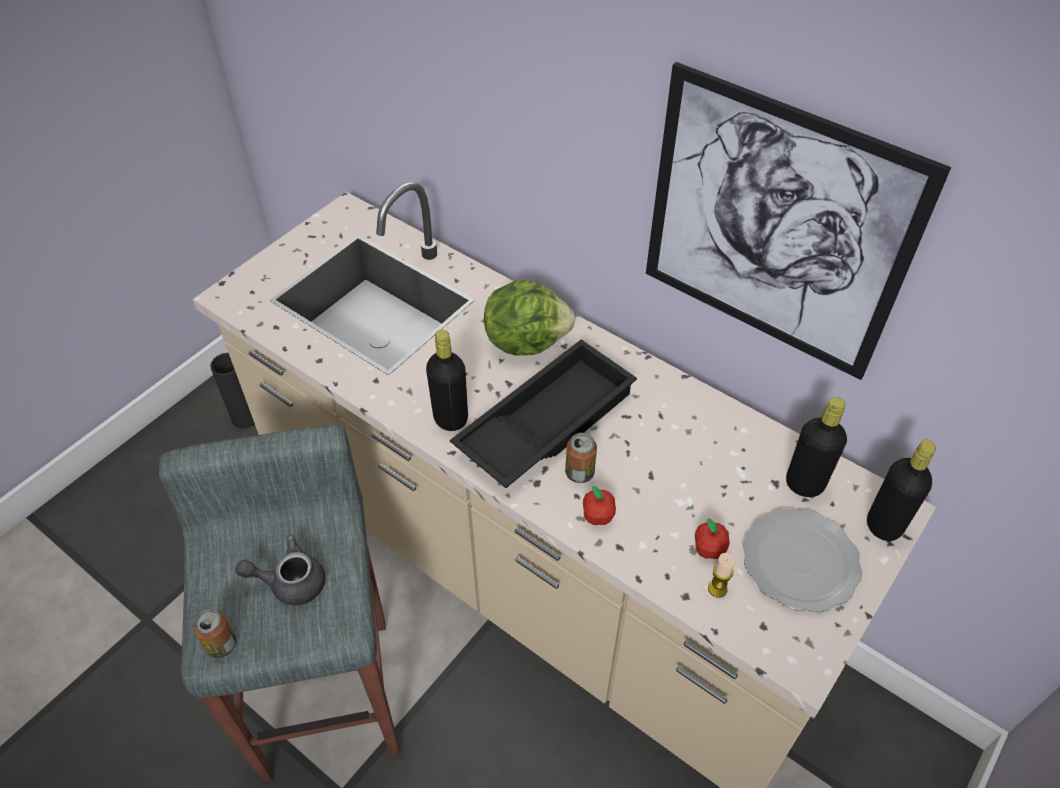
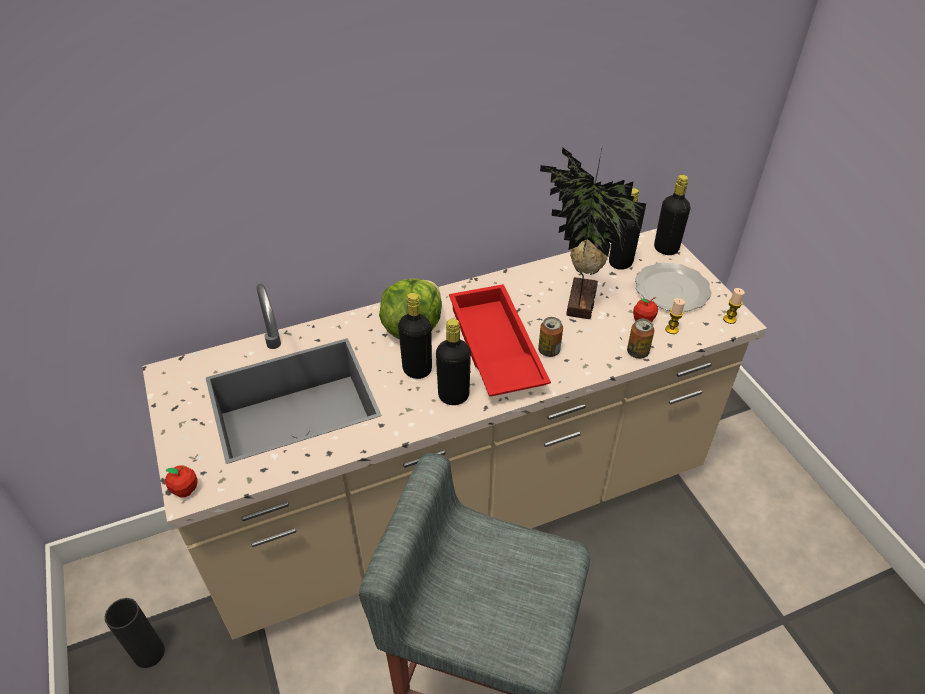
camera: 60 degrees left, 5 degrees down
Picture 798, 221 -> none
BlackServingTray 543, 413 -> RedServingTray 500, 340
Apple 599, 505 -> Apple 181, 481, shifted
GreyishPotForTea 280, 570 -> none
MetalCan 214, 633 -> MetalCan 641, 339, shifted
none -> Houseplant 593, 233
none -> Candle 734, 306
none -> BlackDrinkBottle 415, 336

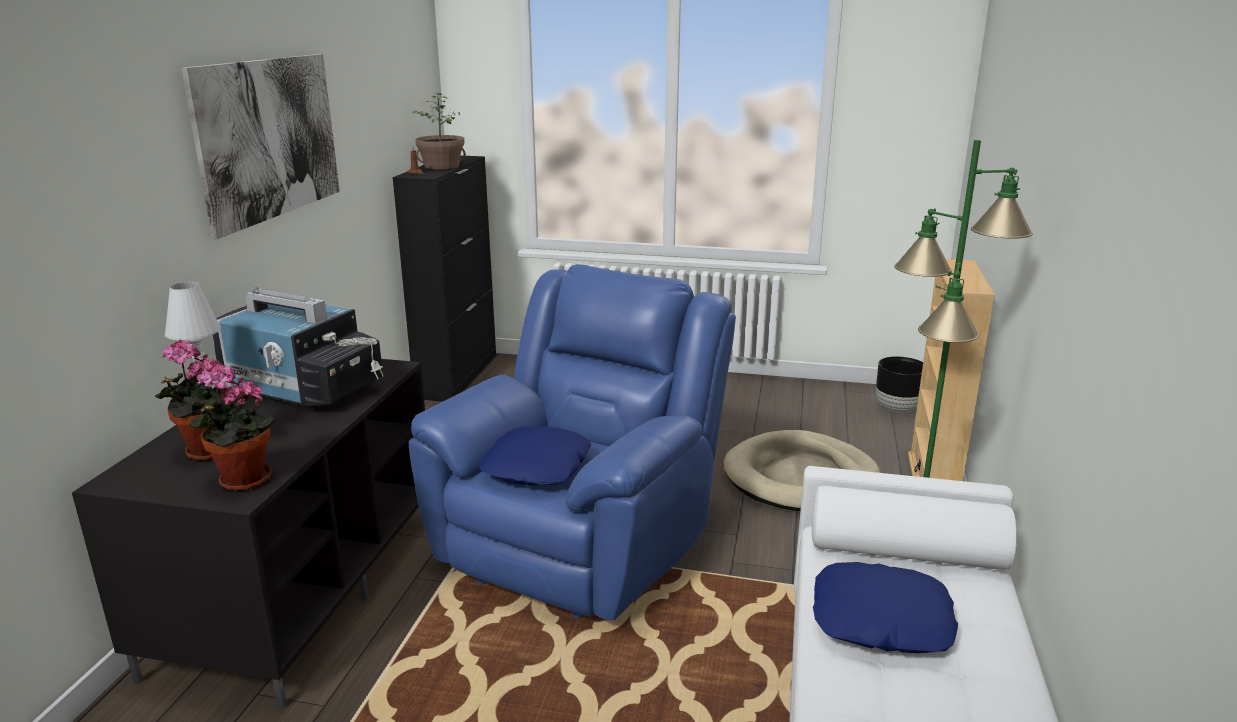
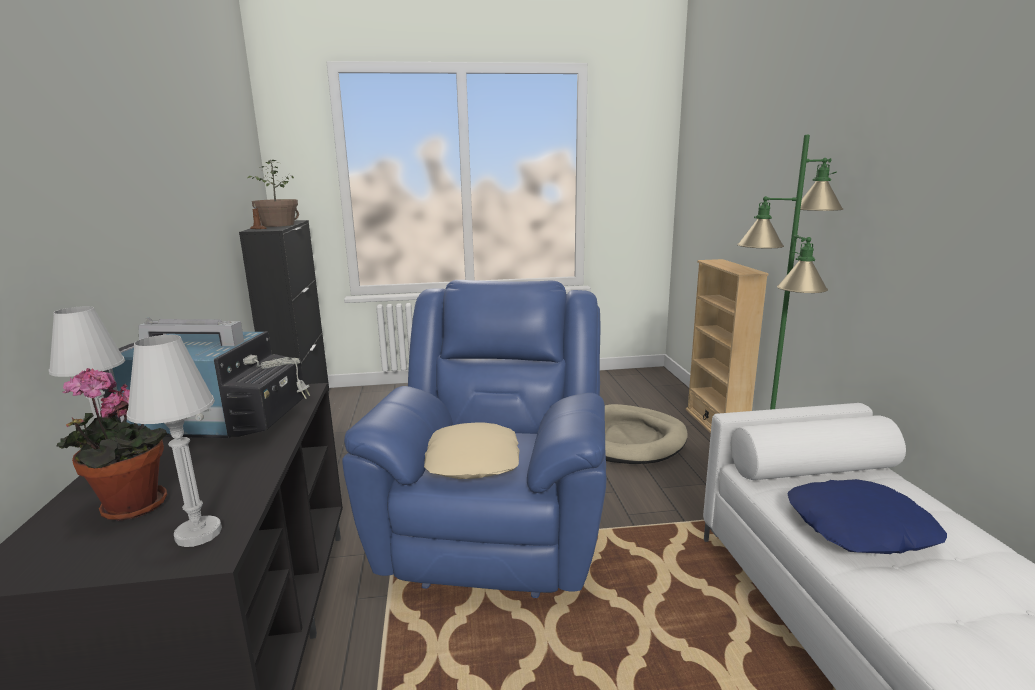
camera: 20 degrees left, 5 degrees down
Picture 260, 146 -> none
BlackPlantPot 899, 384 -> none
Houseplant 232, 427 -> WhiteColouredTabletopLamp 174, 441
BlueThrowPillow 535, 455 -> BeigeThrowPillow 472, 450

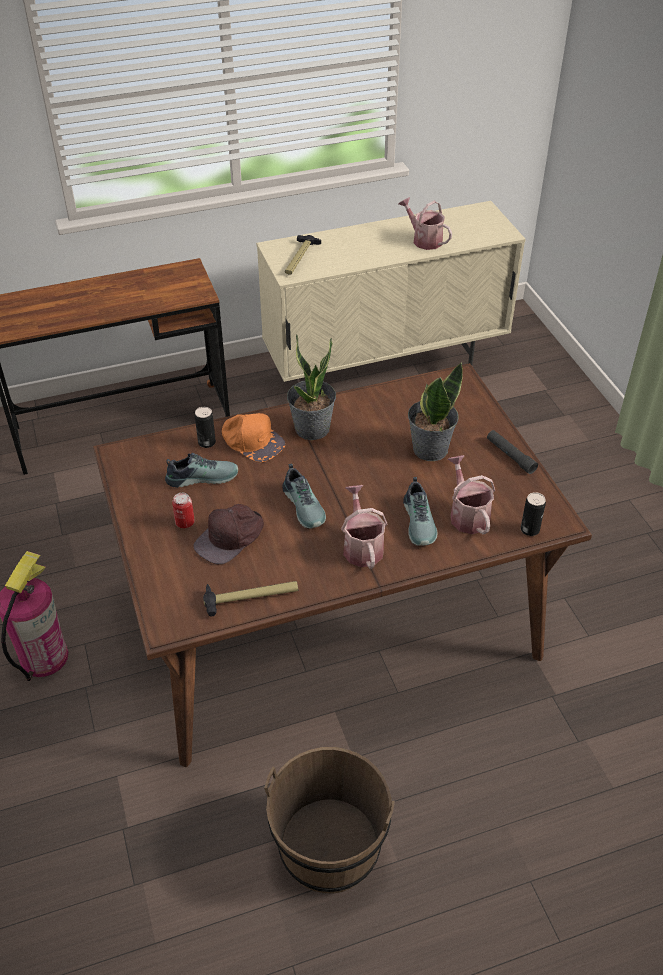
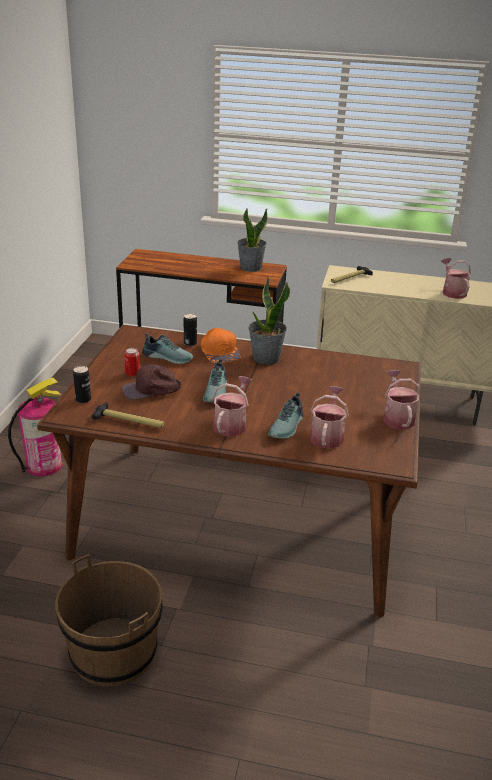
camera: 30 degrees right, 15 degrees down
Houseplant 435, 411 -> Houseplant 252, 240, shifted
BlackTorch 512, 452 -> SprinklingCan 402, 399
MetalCan 533, 514 -> MetalCan 82, 384, shifted

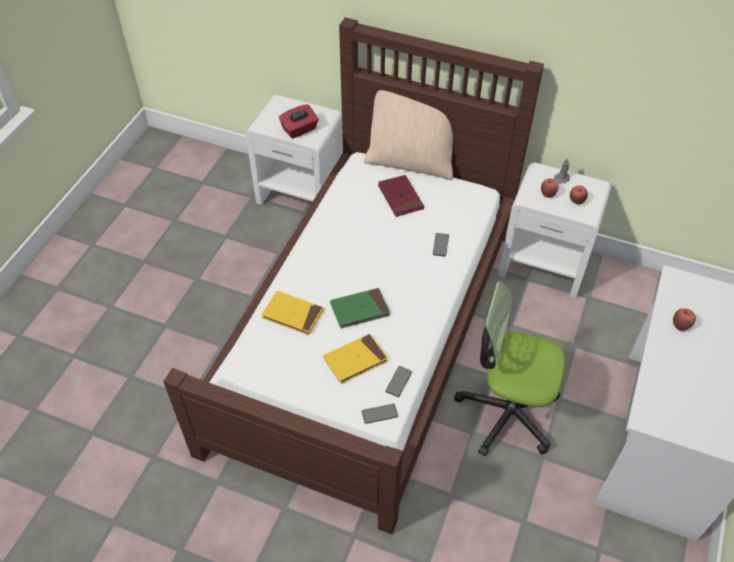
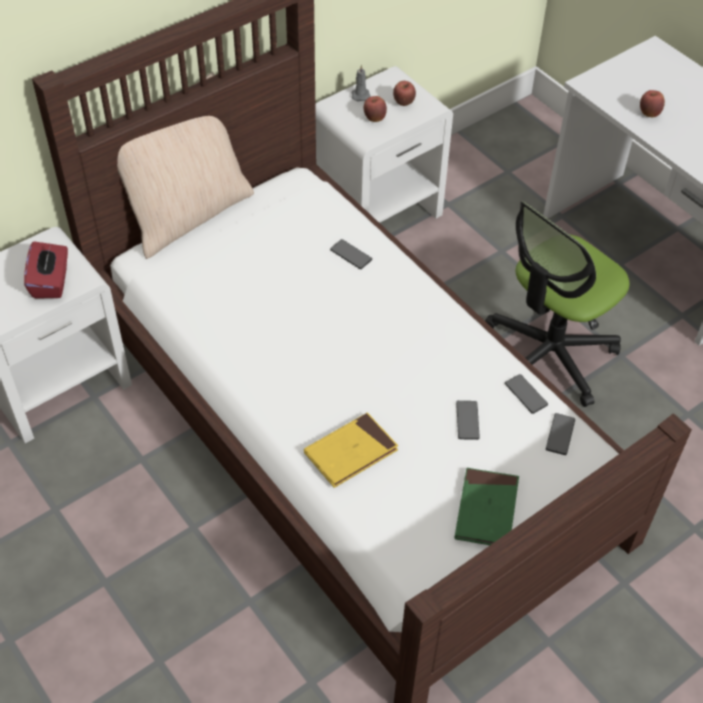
camera: 60 degrees left, 0 degrees up
RedBoundBook 401, 196 -> none
GreenishBoundBook 360, 308 -> GreenishBoundBook 487, 506, shifted
YellowBoundBook 355, 359 -> Handset 468, 420

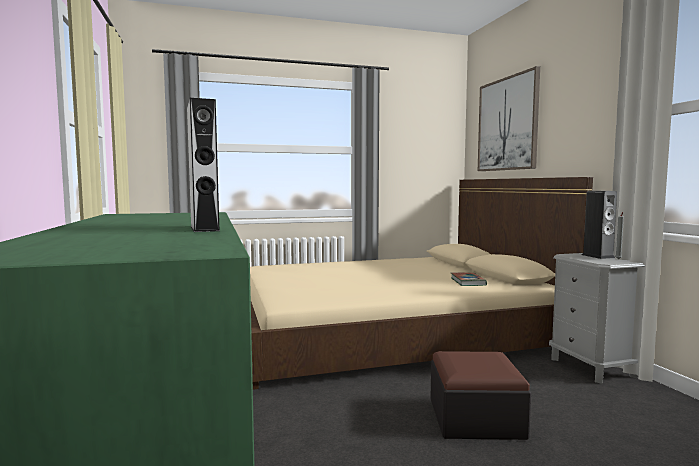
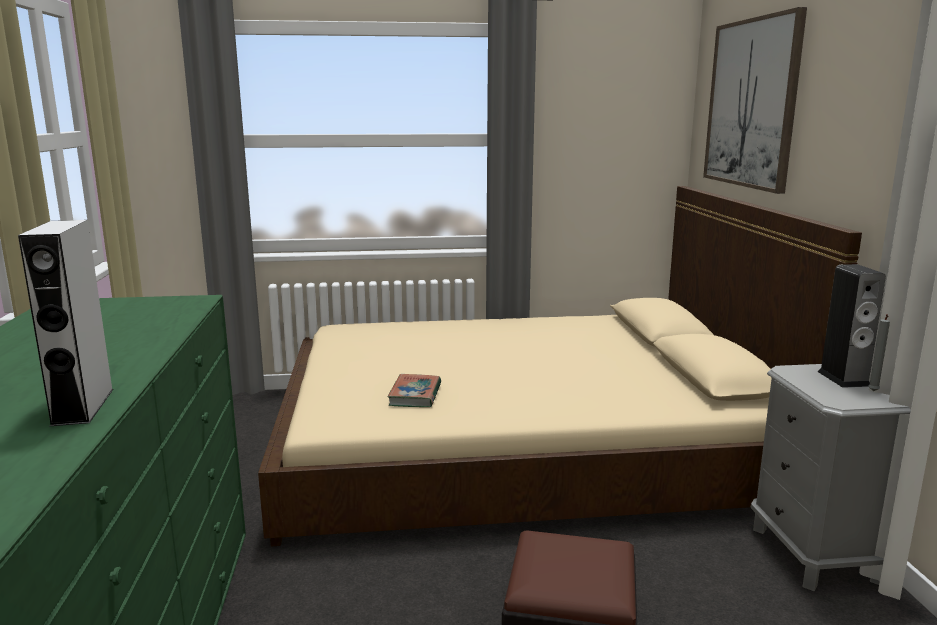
camera: 10 degrees right, 10 degrees up
BoundBook 469, 279 -> BoundBook 414, 390, shifted

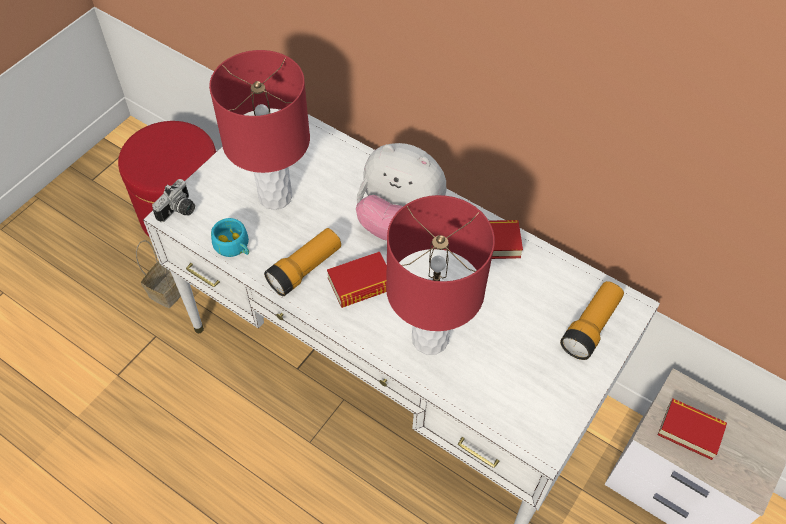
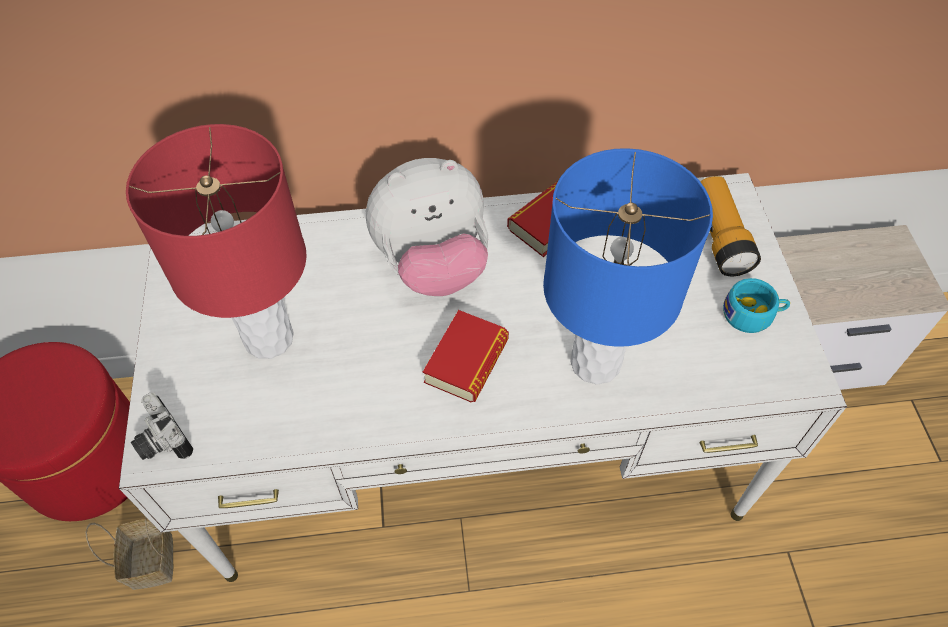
camera: 40 degrees left, 0 degrees up
PhotoCamera 173, 200 -> PhotoCamera 162, 426, 150 degrees clockwise
RedTabletopLamp 440, 275 -> BlueTabletopLamp 628, 266
TurquoiseCup 230, 237 -> TurquoiseCup 756, 305, shifted
Torch 302, 262 -> none
BoundBook 692, 429 -> none

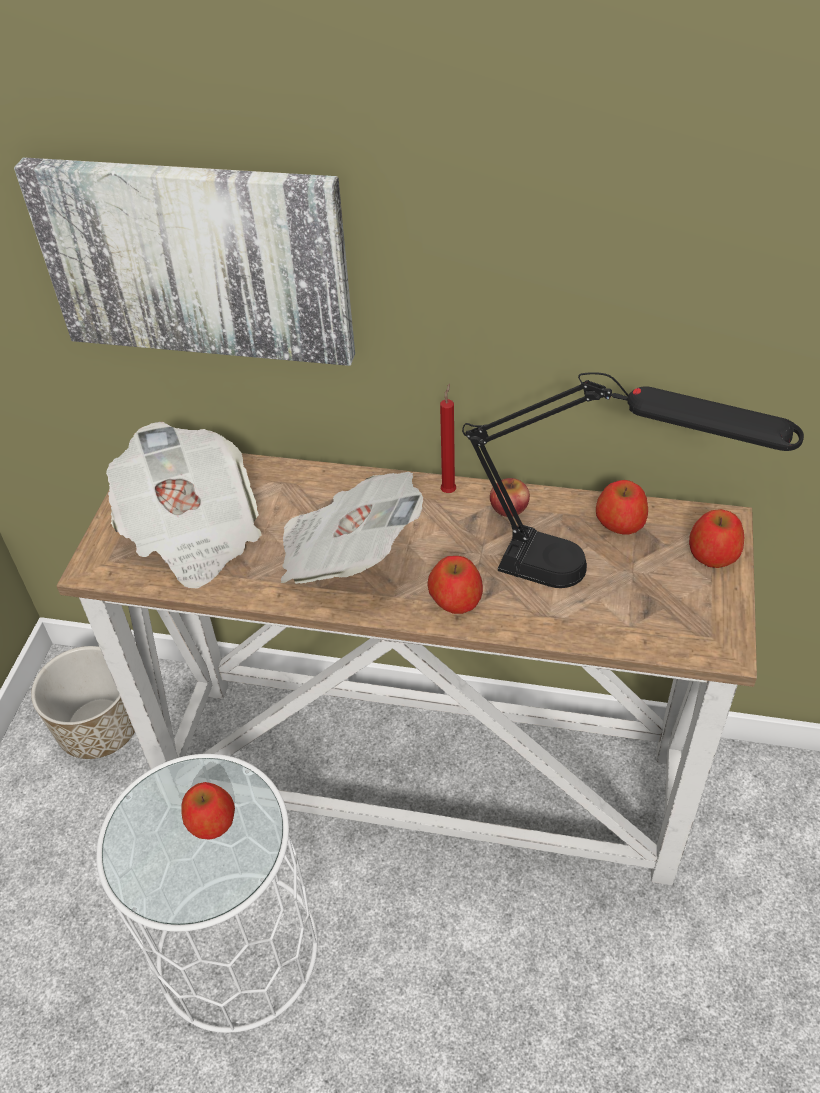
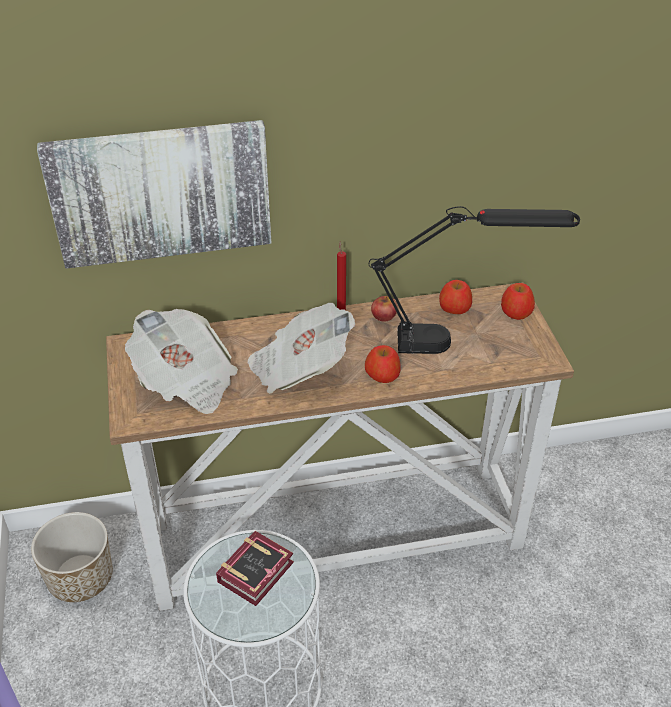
camera: 25 degrees left, 5 degrees down
Apple 208, 811 -> BoundBook 255, 568

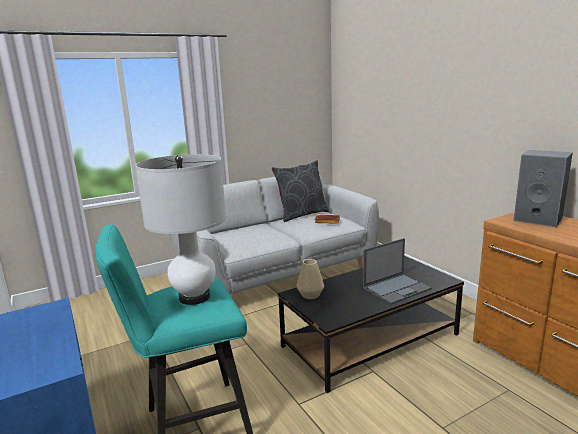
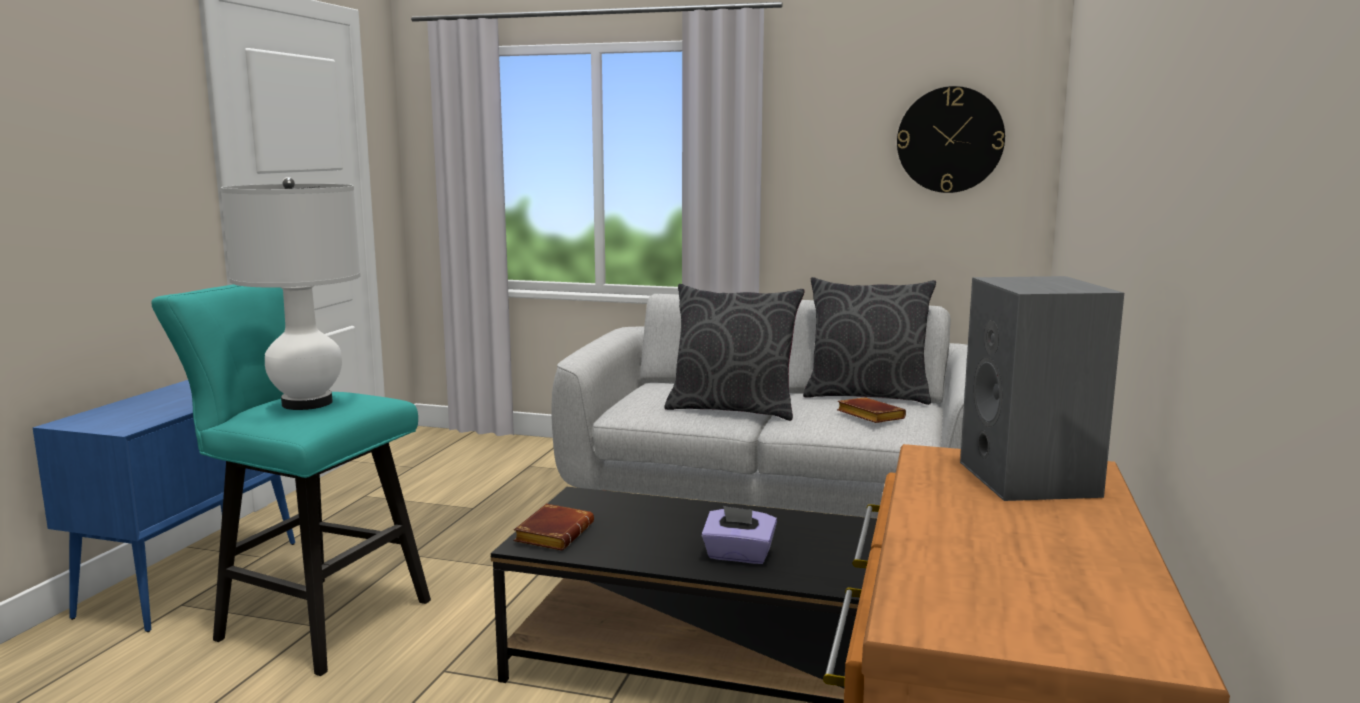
camera: 45 degrees right, 5 degrees down
PortableComputer 397, 271 -> PurpleBoxOfTissues 739, 535
BeigeFlowerVase 310, 279 -> none
none -> ClockOnTheWall 951, 139
none -> GreyishThrowPillow 734, 352
none -> BrownColouredBoundBook 554, 527

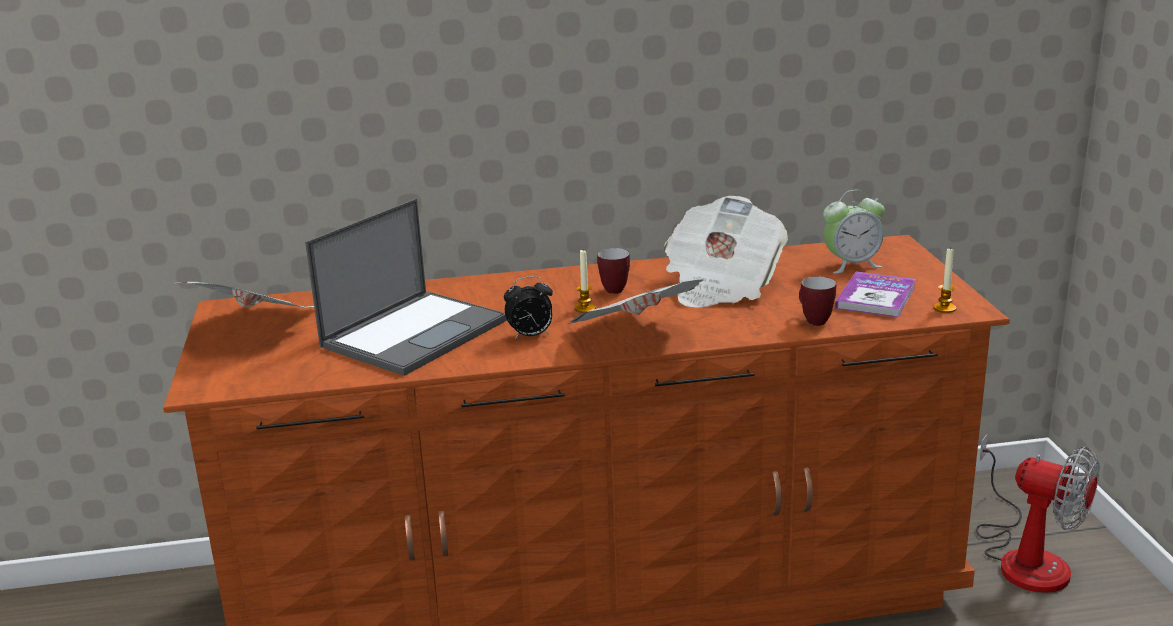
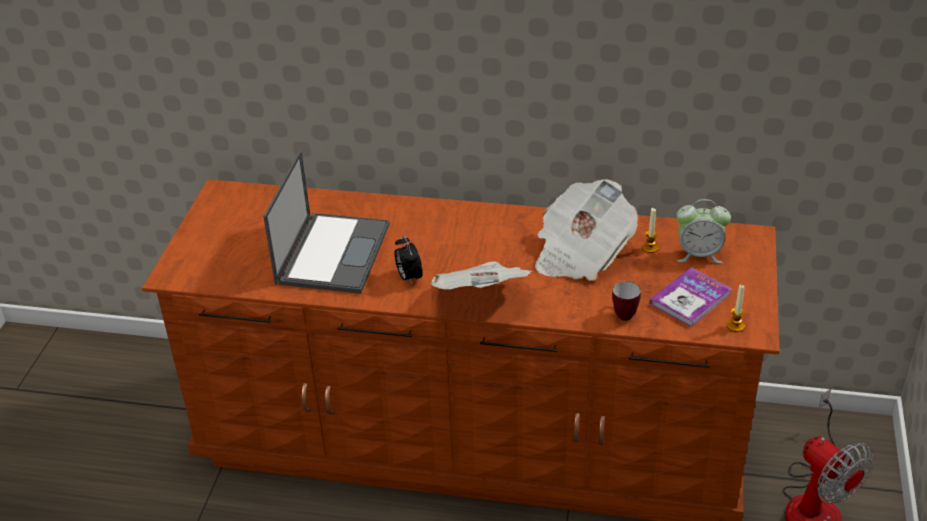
camera: 20 degrees right, 15 degrees up
PortableComputer 406, 287 -> PortableComputer 326, 222, 45 degrees counterclockwise
TeaMug 613, 271 -> none
Candle 585, 281 -> Candle 650, 230, shifted
AlarmClock 528, 307 -> AlarmClock 408, 259, 60 degrees clockwise
Newspaper 245, 295 -> none

